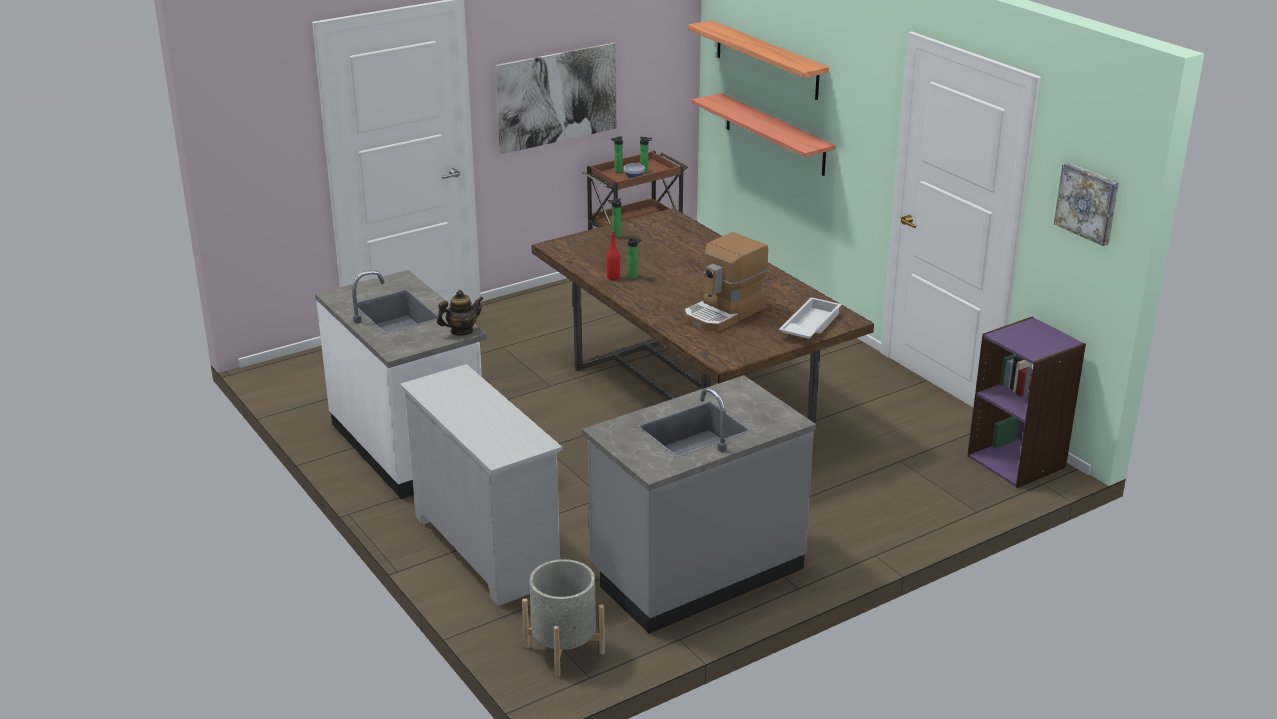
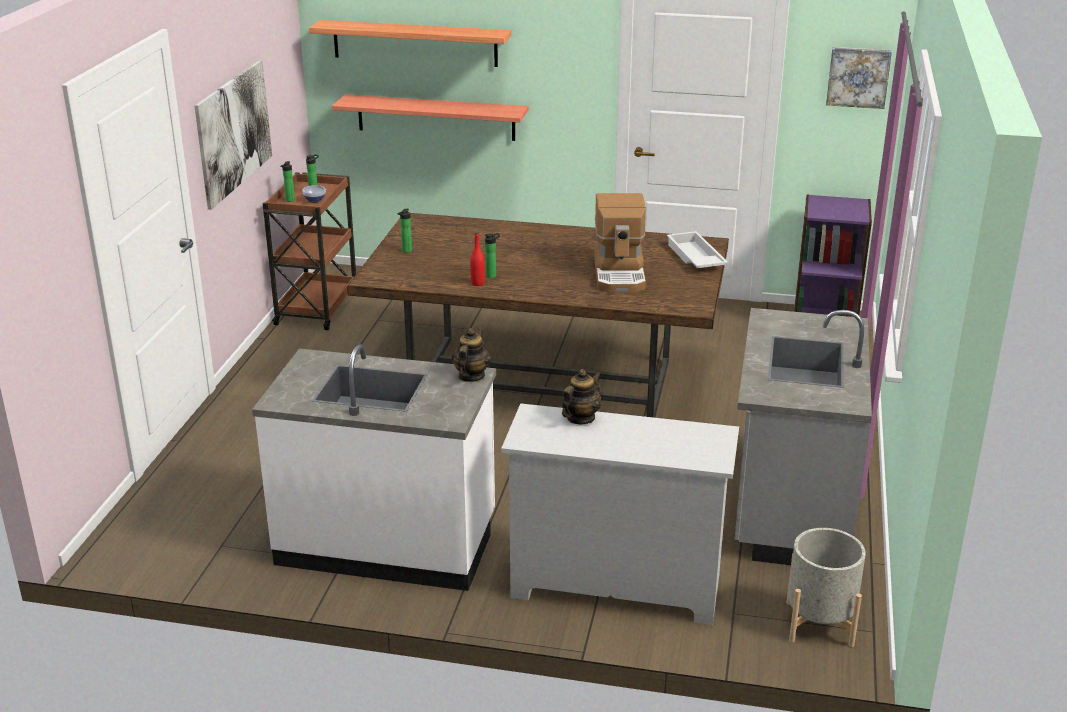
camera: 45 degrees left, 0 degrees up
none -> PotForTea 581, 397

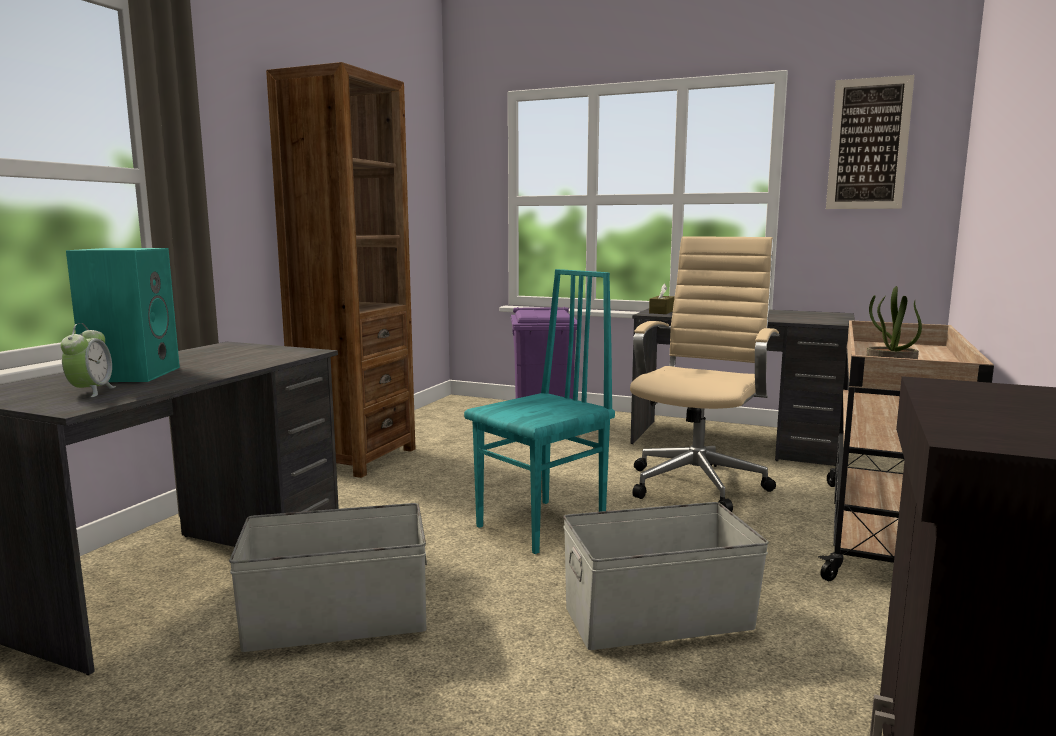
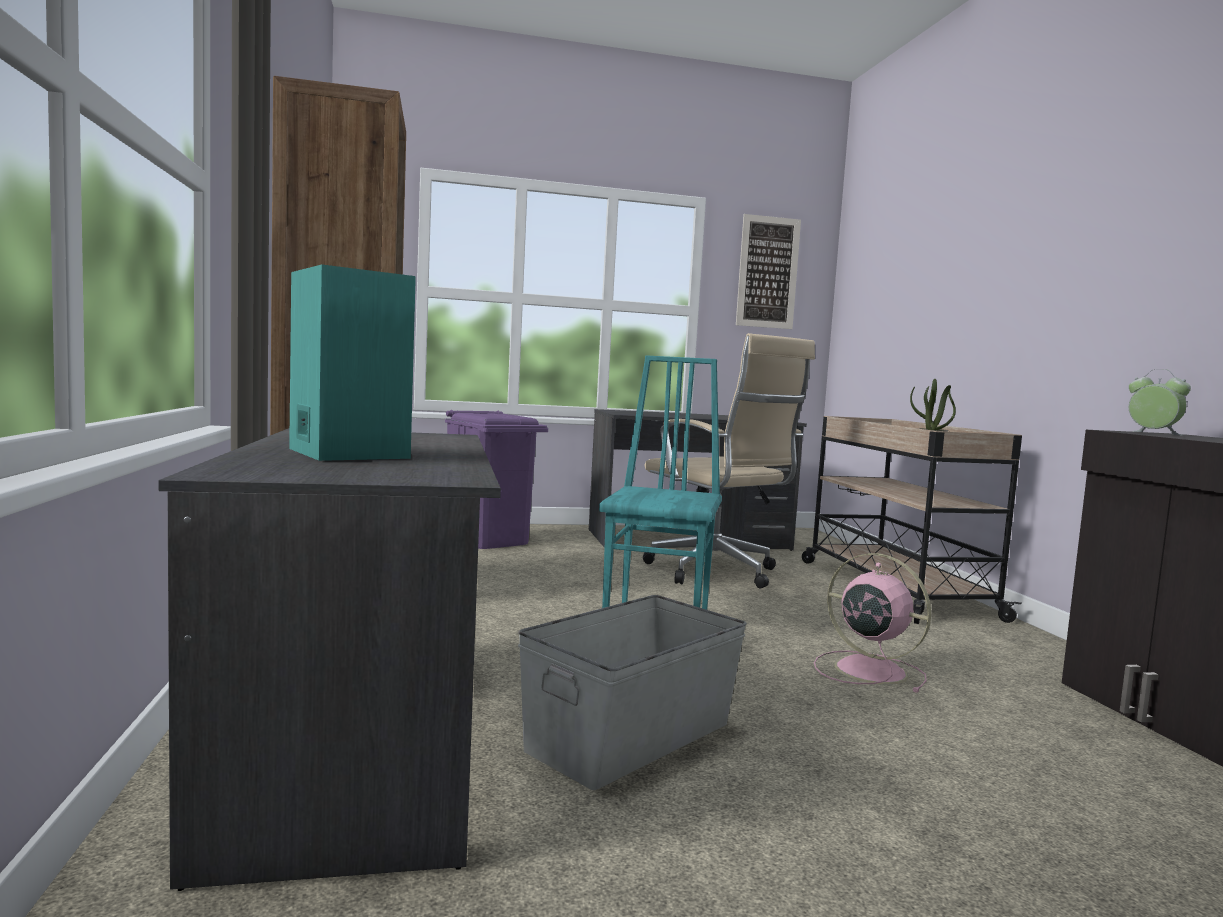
camera: 35 degrees left, 5 degrees down
BeigeDeskChair 705, 374 -> BeigeDeskChair 729, 460, 150 degrees clockwise
BrownColouredBoxOfTissues 662, 298 -> none
AlarmClock 88, 360 -> AlarmClock 1160, 402, shifted
GreyishStorageBin 666, 576 -> PinkFan 872, 622

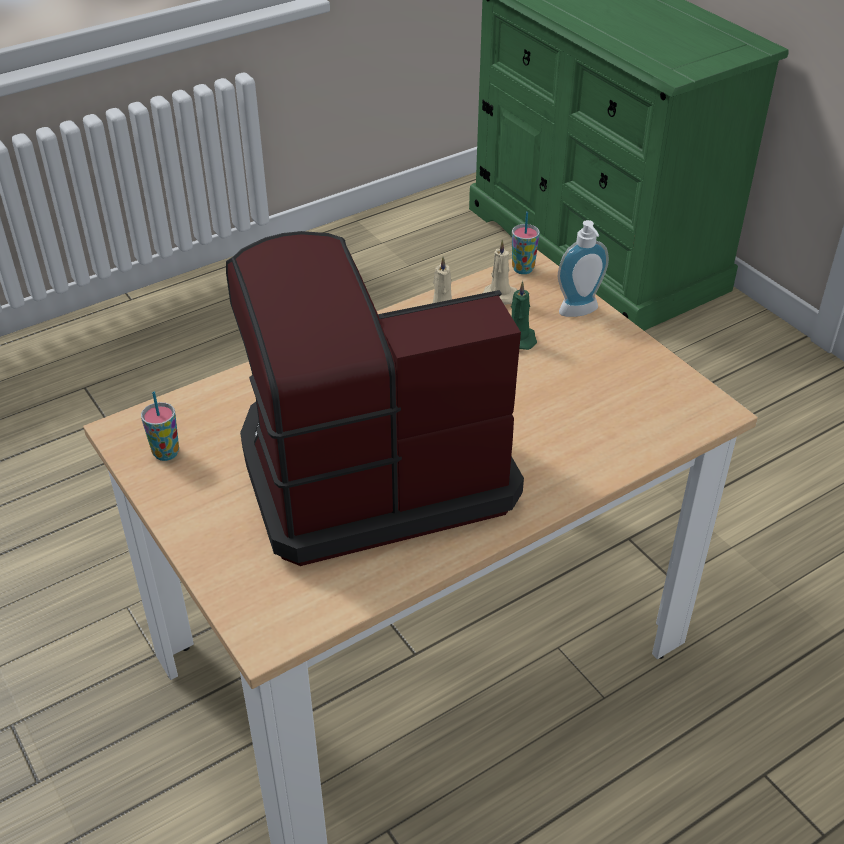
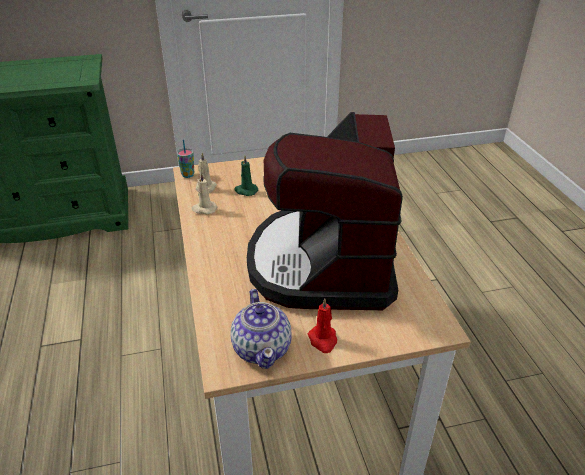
camera: 70 degrees left, 5 degrees down
LiquidSoapBottle 583, 268 -> none
Cup 160, 426 -> PotForTea 261, 329
none -> RedCandle 322, 325

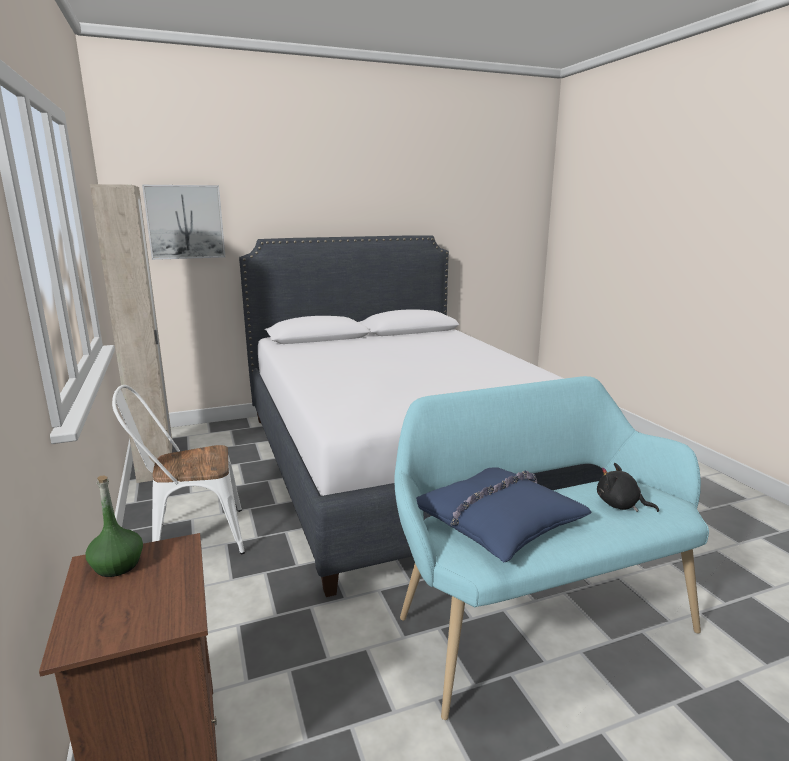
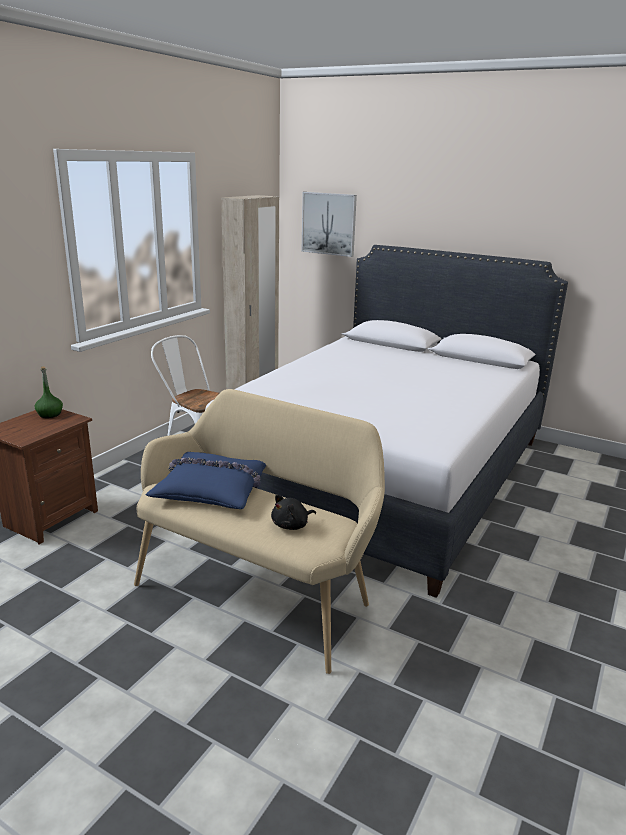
camera: 50 degrees right, 5 degrees up
TurquoiseLongSeat 551, 548 -> BeigeLongSeat 259, 531
BlackSoftToy 628, 487 -> BlackSoftToy 293, 512, 120 degrees counterclockwise

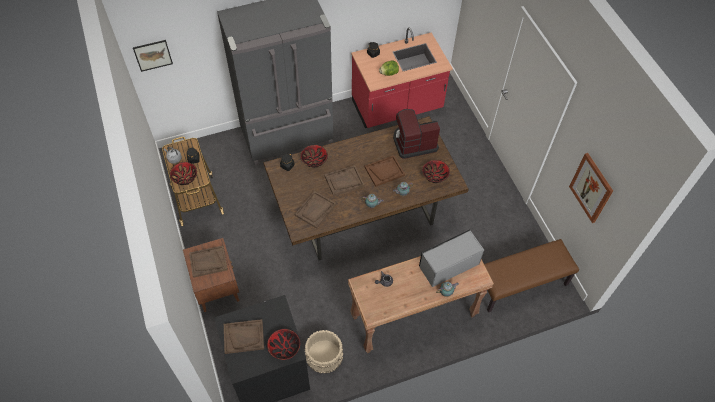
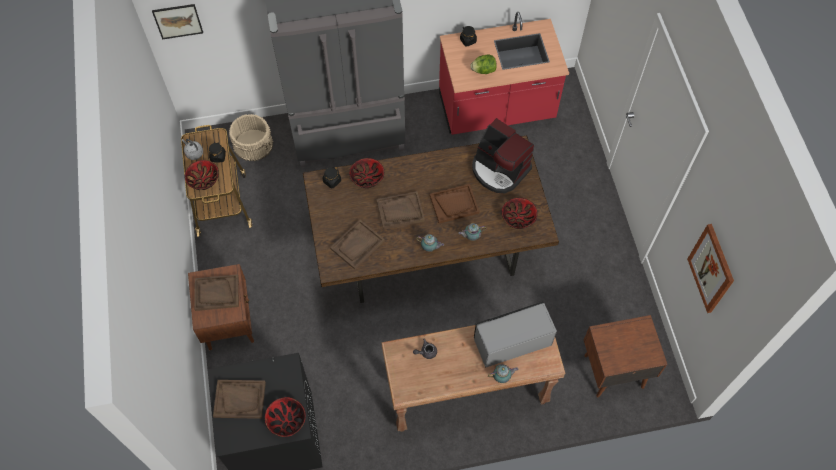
camera: 10 degrees right, 5 degrees up
CoffeeBrewer 416, 134 -> CoffeeBrewer 503, 156, 135 degrees counterclockwise
BrownColouredLongSeat 531, 275 -> BrownColouredBedsideTable 626, 356
BeigeWaterBucket 324, 352 -> BeigeWaterBucket 251, 137, shifted

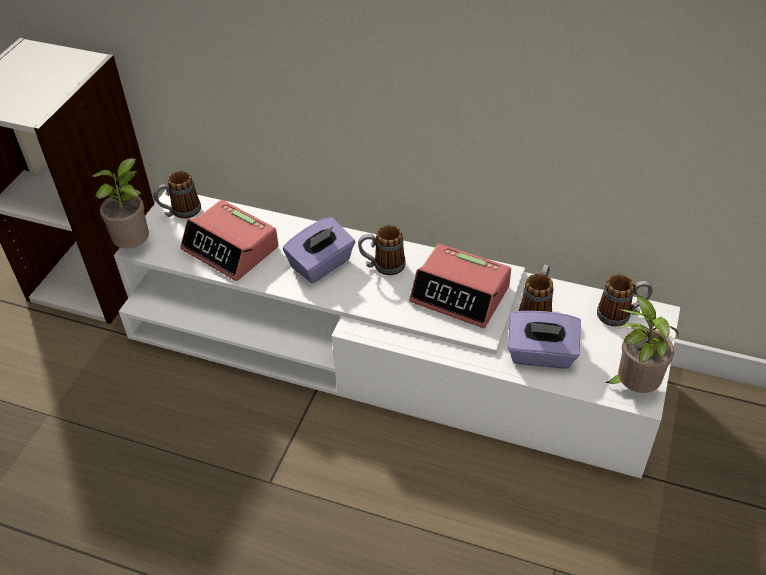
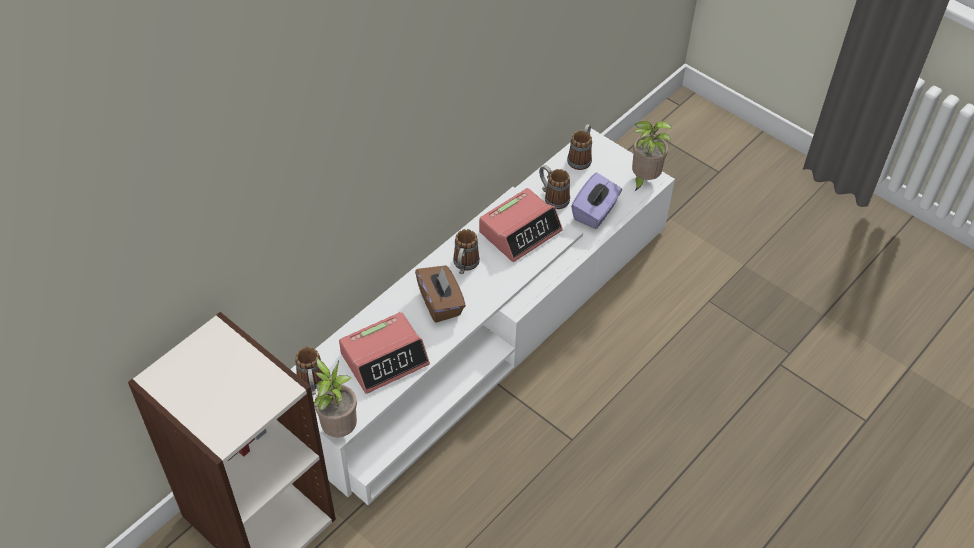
camera: 70 degrees left, 5 degrees up
PurpleBoxOfTissues 319, 250 -> BrownColouredBoxOfTissues 440, 294

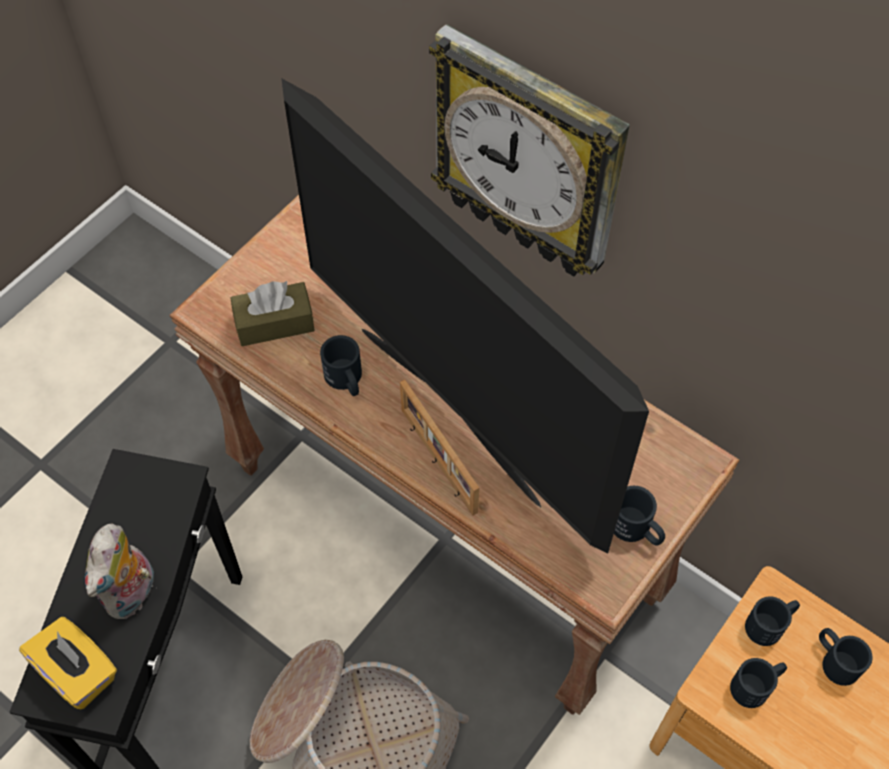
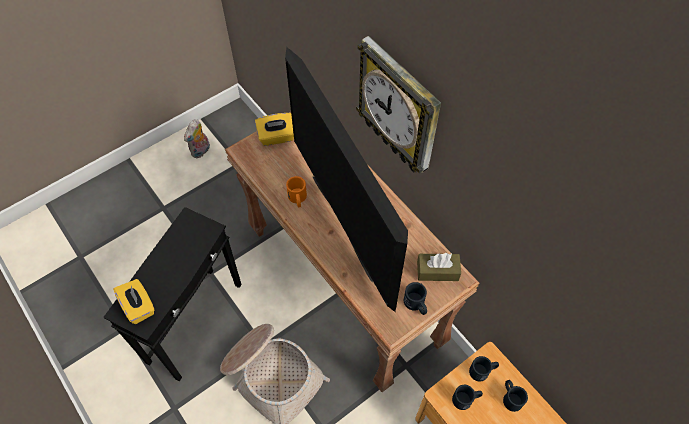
camera: 15 degrees right, 0 degrees up
BrownColouredBoxOfTissues 272, 313 -> BrownColouredBoxOfTissues 439, 267, shifted
BlackTeaMug 341, 365 -> OrangeyTeaMug 296, 191
StandingFrame 439, 447 -> none
SoftToy 119, 571 -> SoftToy 197, 138, shifted
none -> YellowBoxOfTissues 274, 129

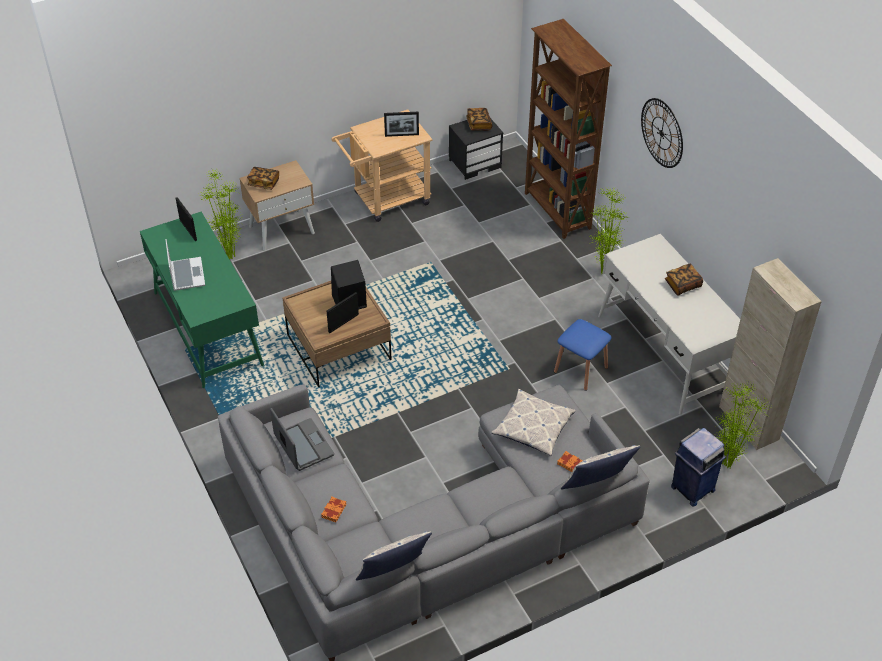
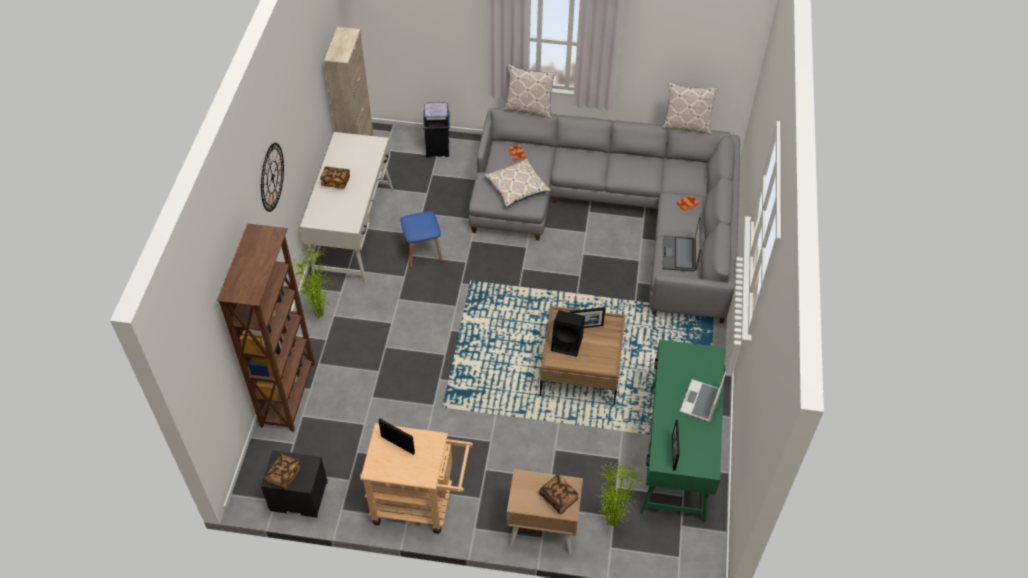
camera: 145 degrees left, 5 degrees up
Houseplant 743, 424 -> none

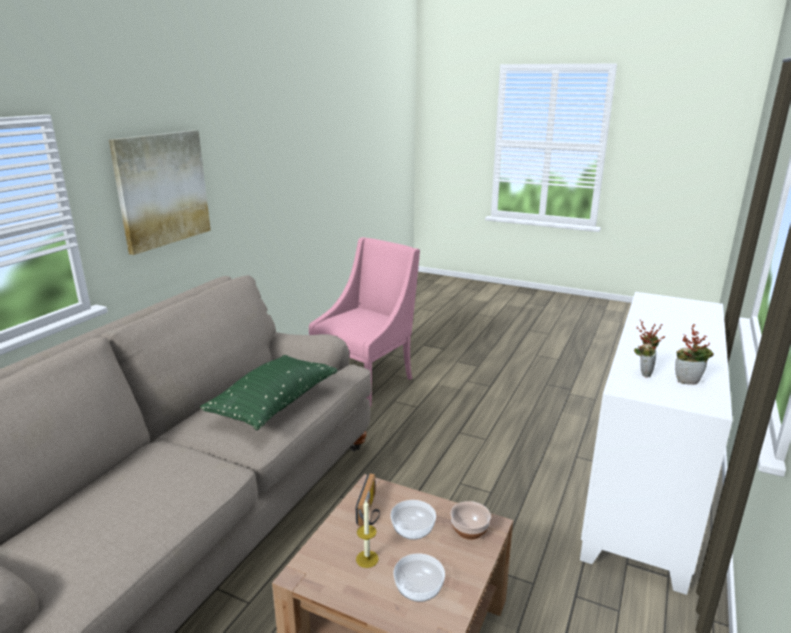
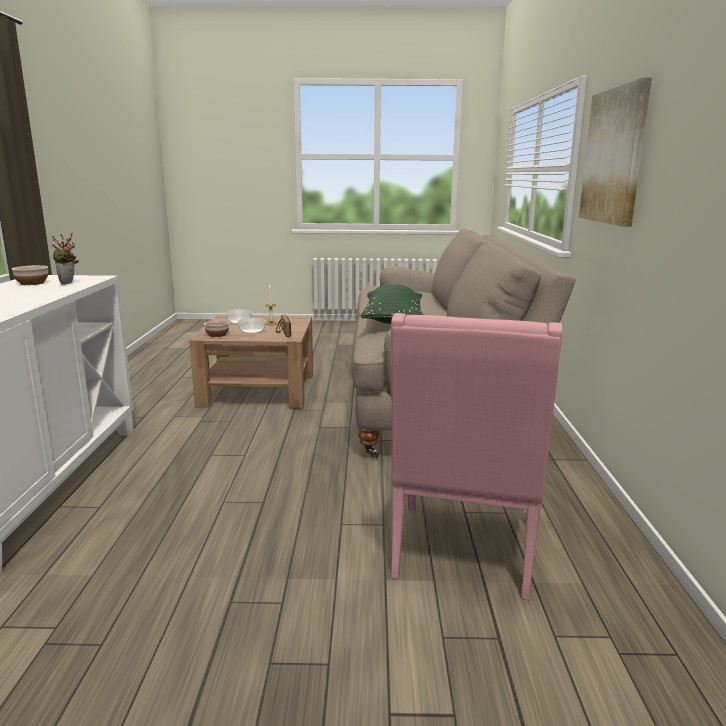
camera: 155 degrees right, 5 degrees down
Houseplant 694, 354 -> Bowl 30, 275

